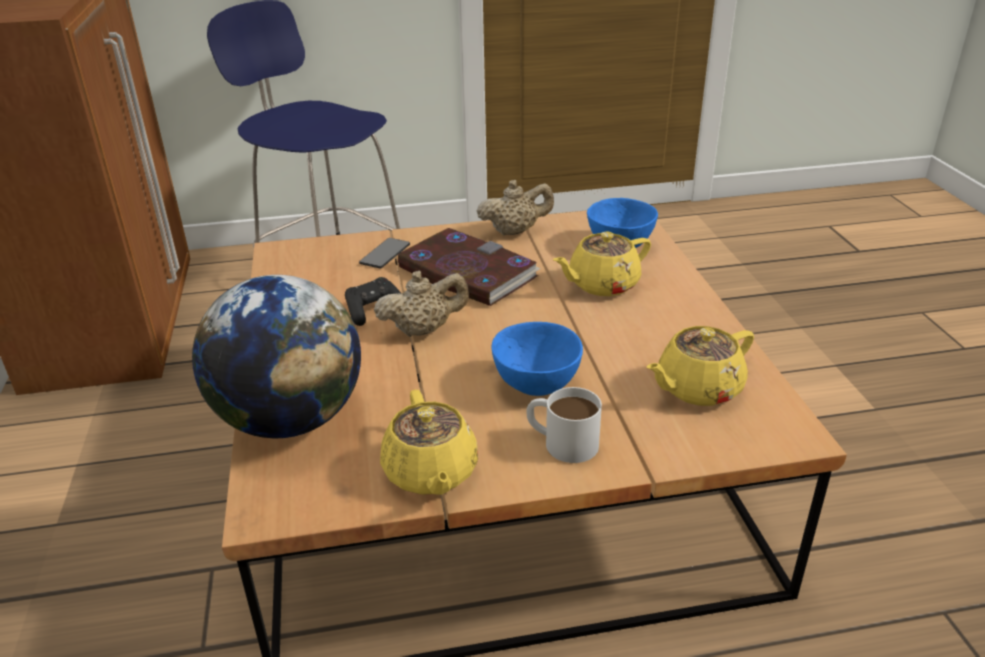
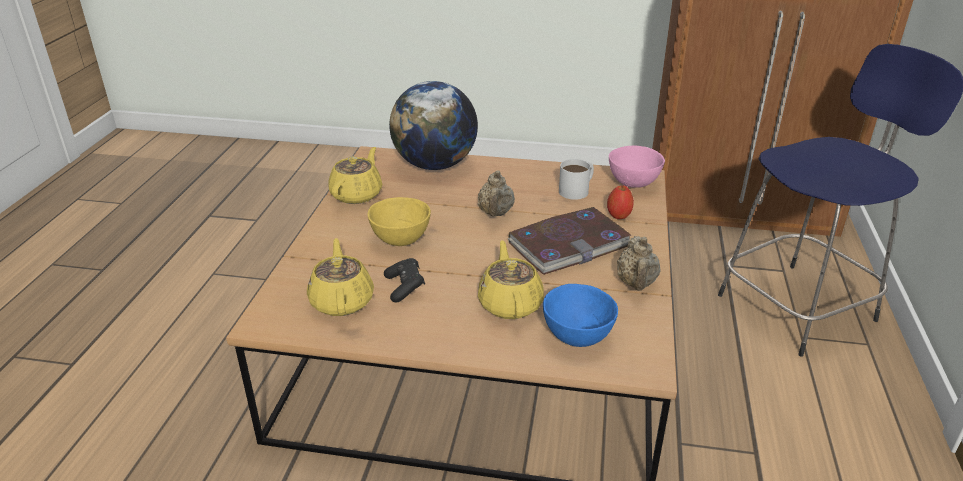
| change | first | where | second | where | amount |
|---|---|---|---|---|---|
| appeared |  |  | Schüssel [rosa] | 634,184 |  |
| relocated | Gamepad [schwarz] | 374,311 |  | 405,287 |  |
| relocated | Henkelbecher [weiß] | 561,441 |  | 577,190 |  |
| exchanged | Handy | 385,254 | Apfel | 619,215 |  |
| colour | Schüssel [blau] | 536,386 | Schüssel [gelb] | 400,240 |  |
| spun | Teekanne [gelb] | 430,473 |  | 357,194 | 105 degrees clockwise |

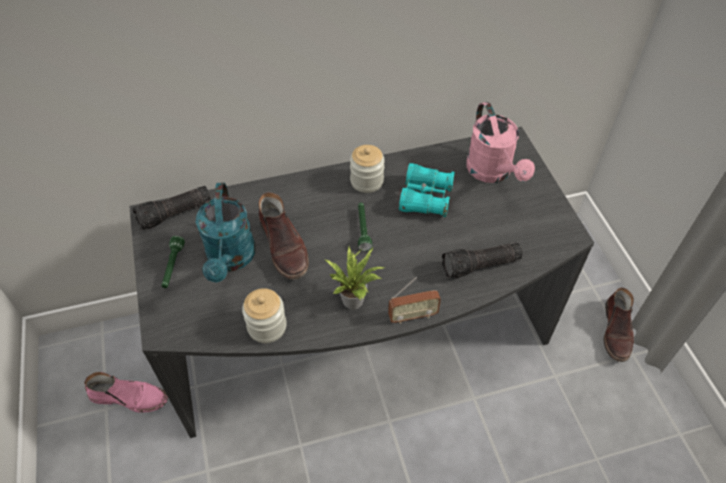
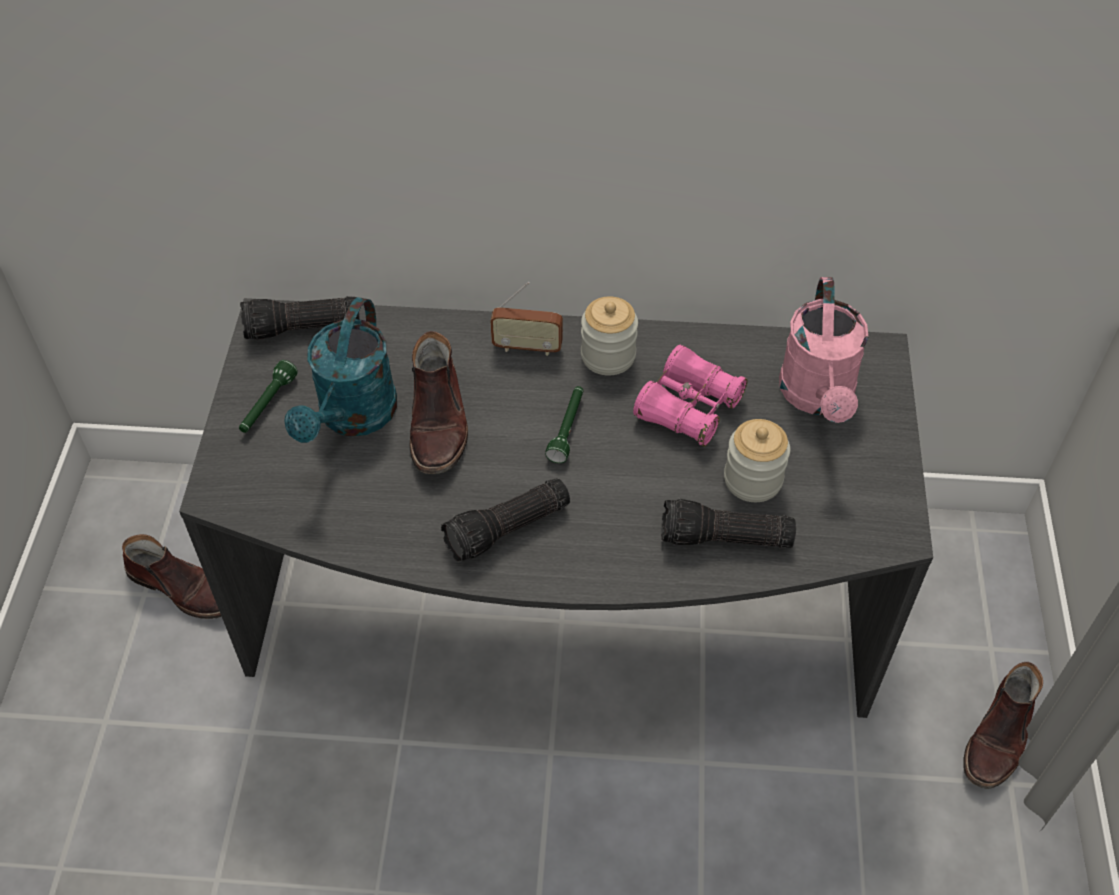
| change | first | where | second | where | amount |
|---|---|---|---|---|---|
| relocated | Vorratsglas | 267,326 |  | 753,479 |  |
| relocated | Radio | 412,316 |  | 527,347 |  |
| exchanged | Topfpflanze | 355,299 | Taschenlampe | 508,530 |  |
| colour | Stiefel [rosa] | 130,397 | Stiefel [braun] | 183,588 |  |
| colour | Fernglas [türkis] | 425,198 | Fernglas [rosa] | 688,408 |  |

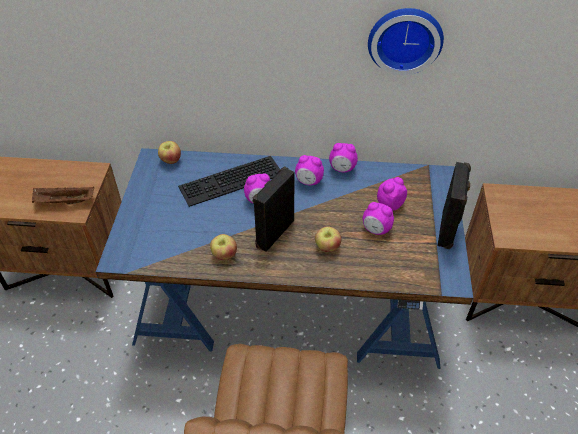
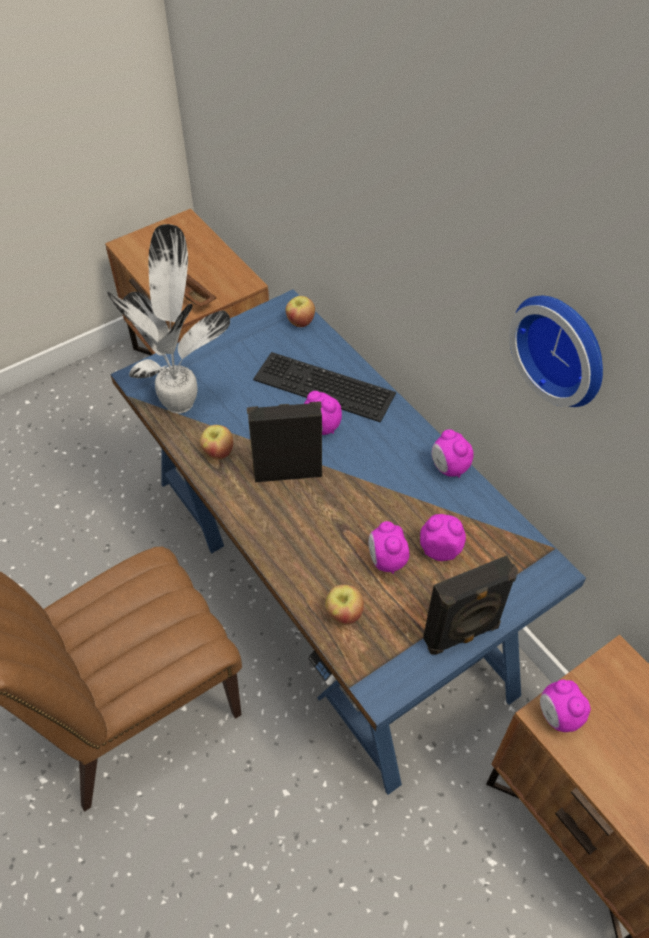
| change | first | where | second | where | amount |
|---|---|---|---|---|---|
| appeared |  |  | Topfpflanze | 181,400 |  |
| relocated | Wecker | 309,182 |  | 558,716 |  |
| relocated | Apfel | 327,247 |  | 344,613 |  |

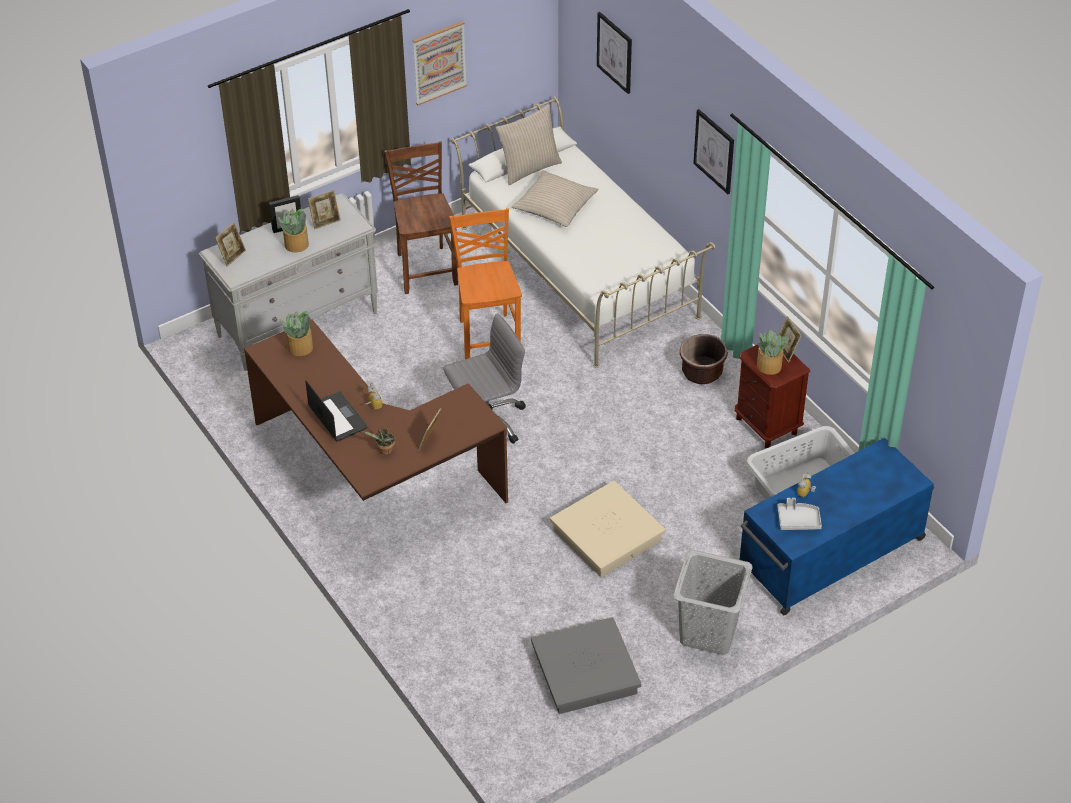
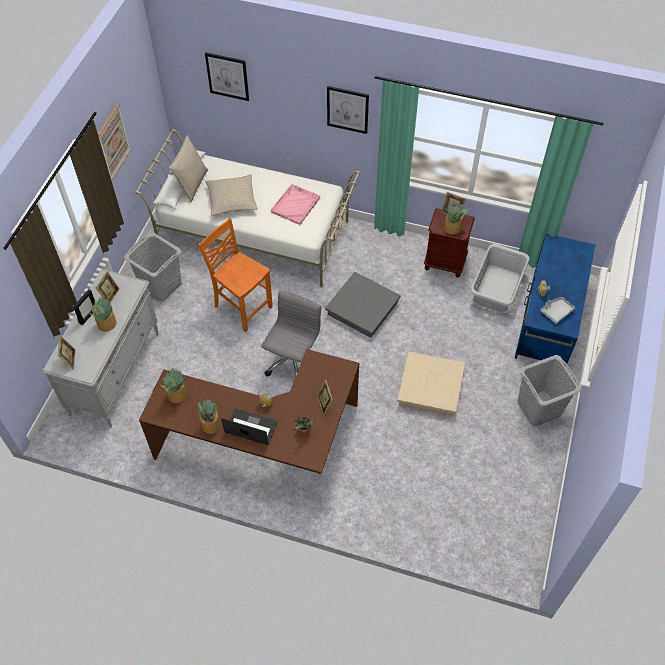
| change | first | where | second | where | amount |
|---|---|---|---|---|---|
| missing | Pflanzkübel [braun] | 702,373 |  |  |  |
| appeared |  |  | Topfpflanze | 210,425 |  |
| appeared |  |  | Tablett [rosa] | 296,204 |  |
| relocated | Aufbewahrungsbox [grau] | 584,672 |  | 362,308 |  |
| exchanged | Stuhl [braun] | 426,268 | Wäschekorb [grau] | 161,285 |  |

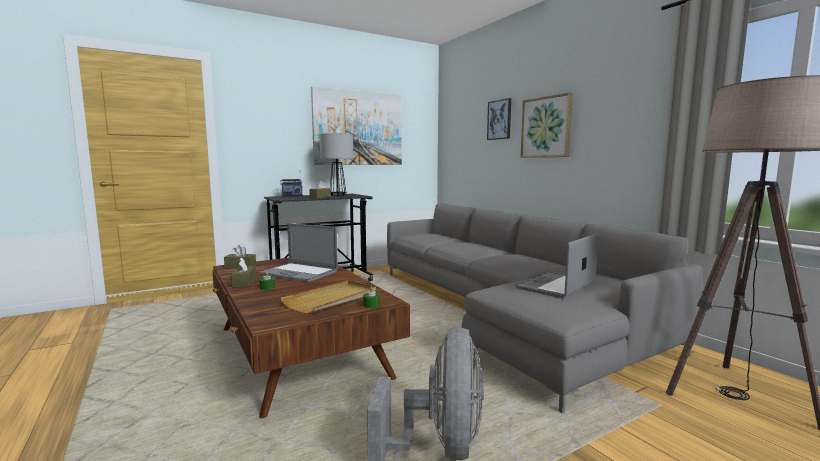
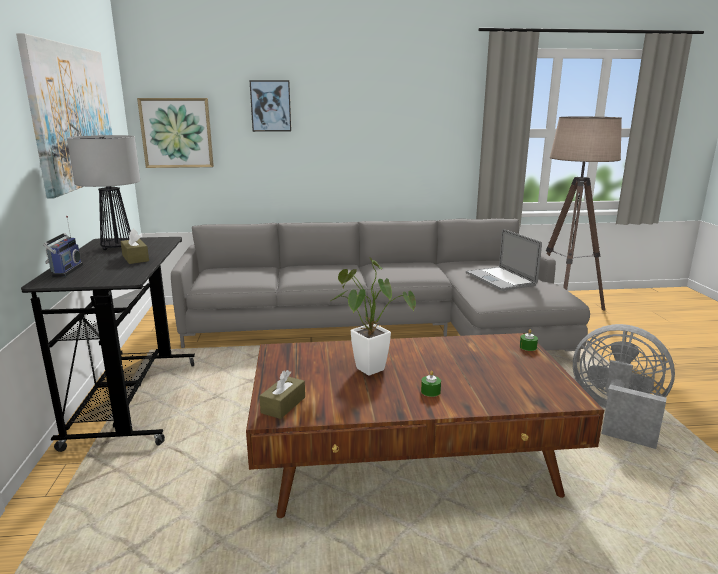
| change | first | where | second | where | amount |
|---|---|---|---|---|---|
| missing | Taschentuchbox [braun] | 244,282 |  |  |  |
| missing | Tablett [beige] | 332,299 |  |  |  |
| relocated | Bild | 546,127 |  | 177,133 |  |
| exchanged | Laptop | 298,272 | Topfpflanze | 366,367 |  |

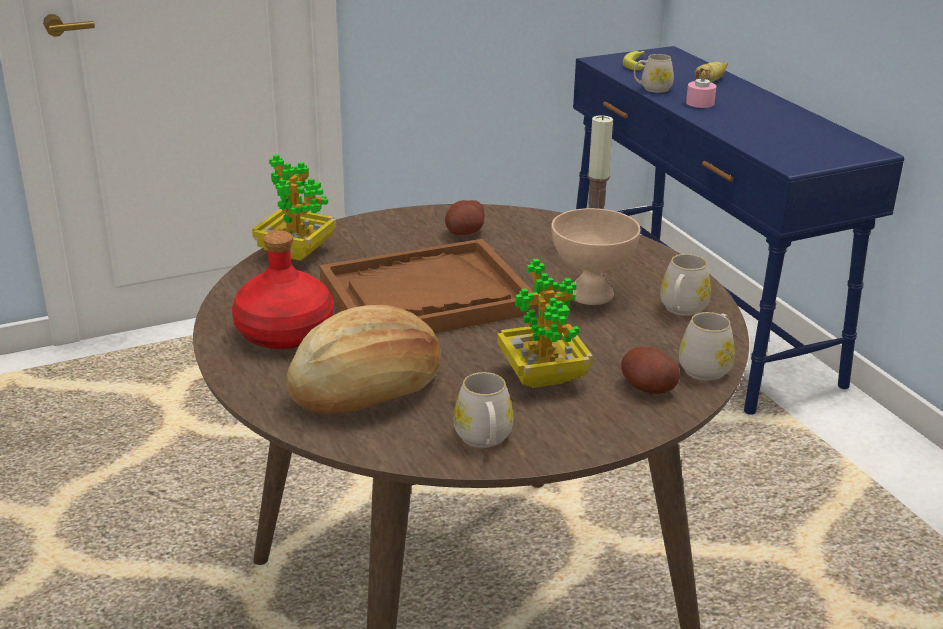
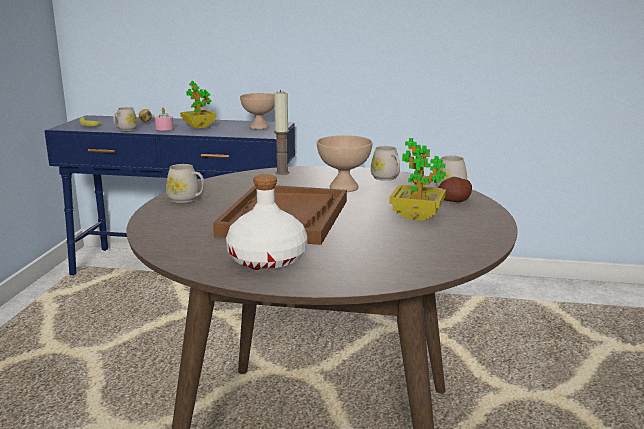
| change | first | where | second | where | amount |
|---|---|---|---|---|---|
| missing | Brot | 368,390 |  |  |  |
| missing | Kartoffel | 465,232 |  |  |  |
| appeared |  |  | Schüssel [beige] | 259,127 |  |
| relocated | Topfpflanze | 296,252 |  | 199,126 |  |
| relocated | Henkelbecher [weiß] | 484,439 |  | 187,199 |  |
| colour | Flasche [rot] | 284,333 | Flasche [weiß] | 267,260 |  |

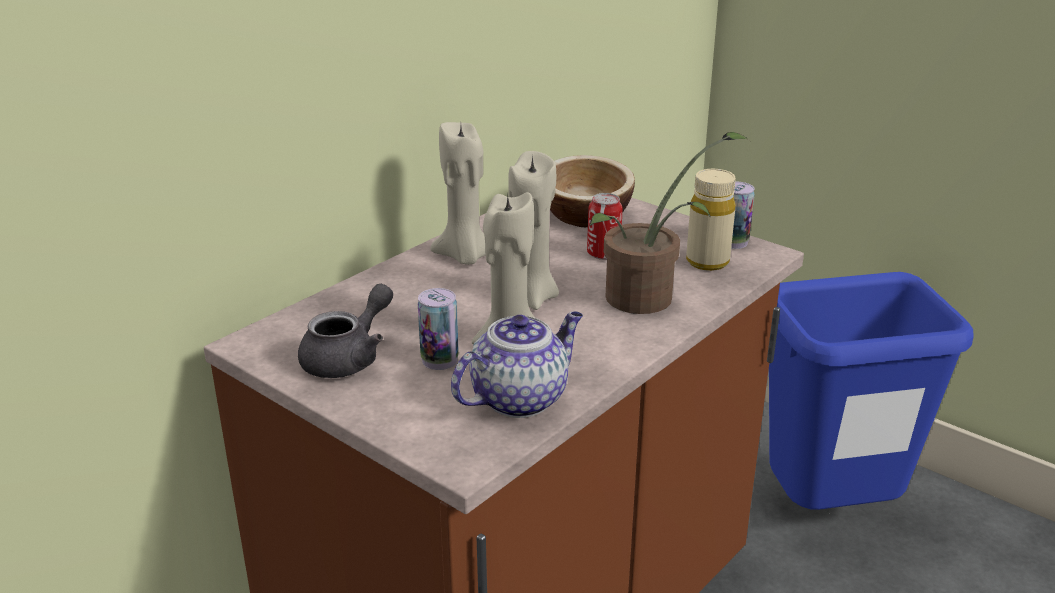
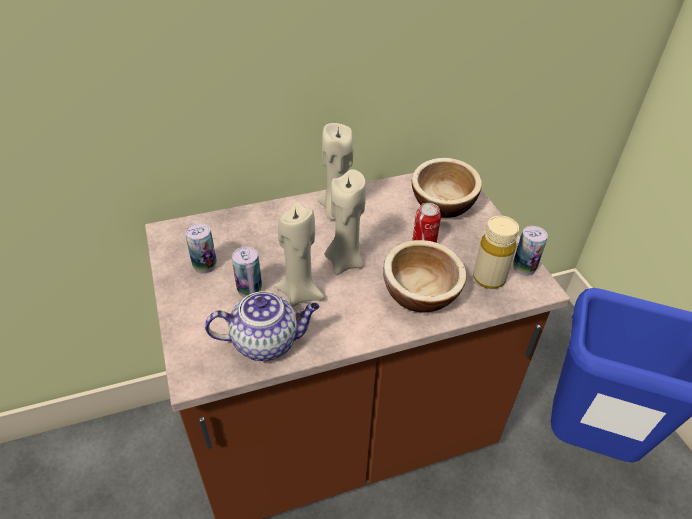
| change | first | where | second | where | amount |
|---|---|---|---|---|---|
| exchanged | Teekanne [grau] | 349,358 | Dose | 205,265 |  |
| exchanged | Topfpflanze | 649,297 | Schüssel | 420,294 |  |

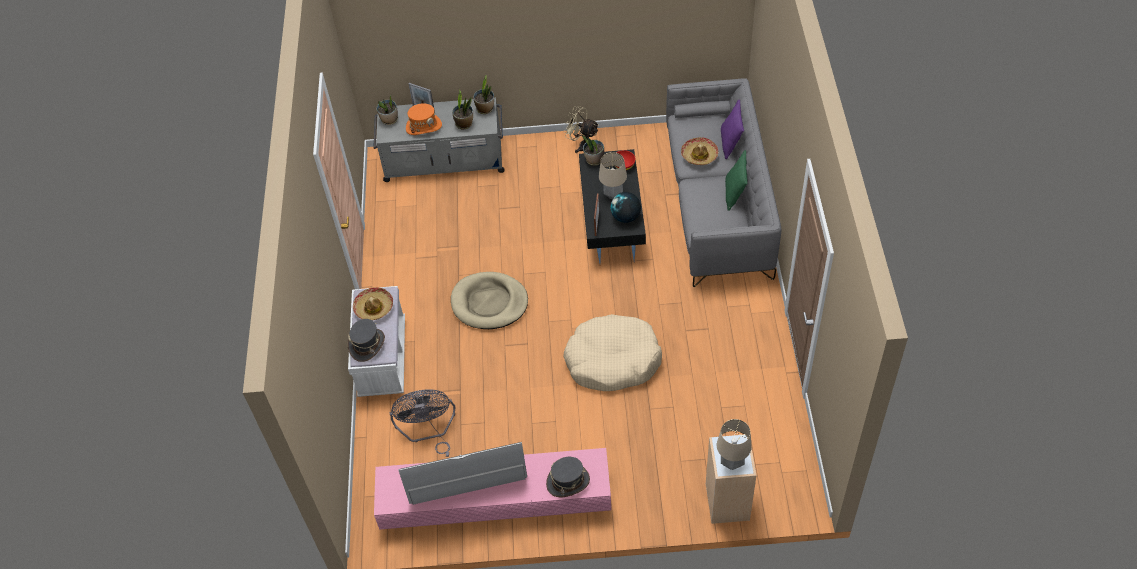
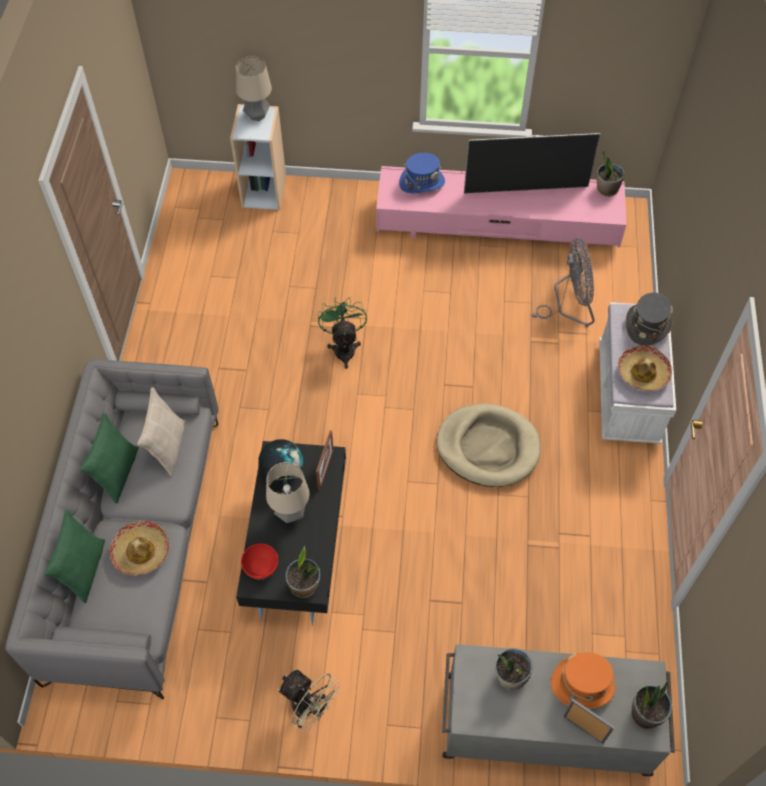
| change | first | where | second | where | amount |
|---|---|---|---|---|---|
| appeared |  |  | Kissen [beige] | 168,447 |  |
| relocated | Topfpflanze | 485,109 |  | 606,189 |  |
| exchanged | Hundebett [beige] | 612,360 | Ventilator [grün] | 344,347 |  |
| colour | Hut [grau] | 568,482 | Hut [blau] | 422,182 |  |
| colour | Kissen [lila] | 730,143 | Kissen [grün] | 84,569 |  |
| spun | Ventilator [grau] | 429,431 |  | 567,301 | 90 degrees counterclockwise |

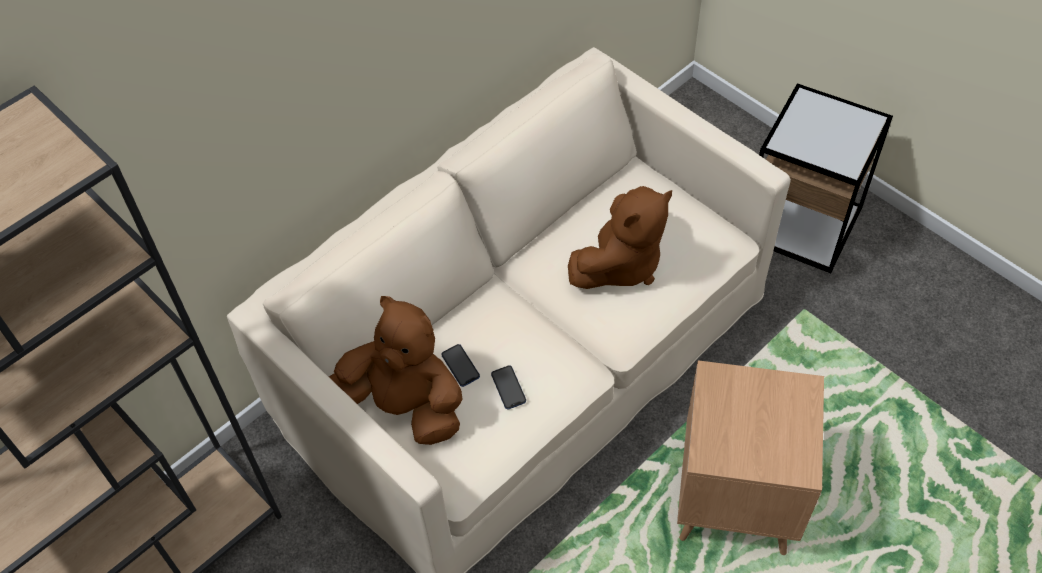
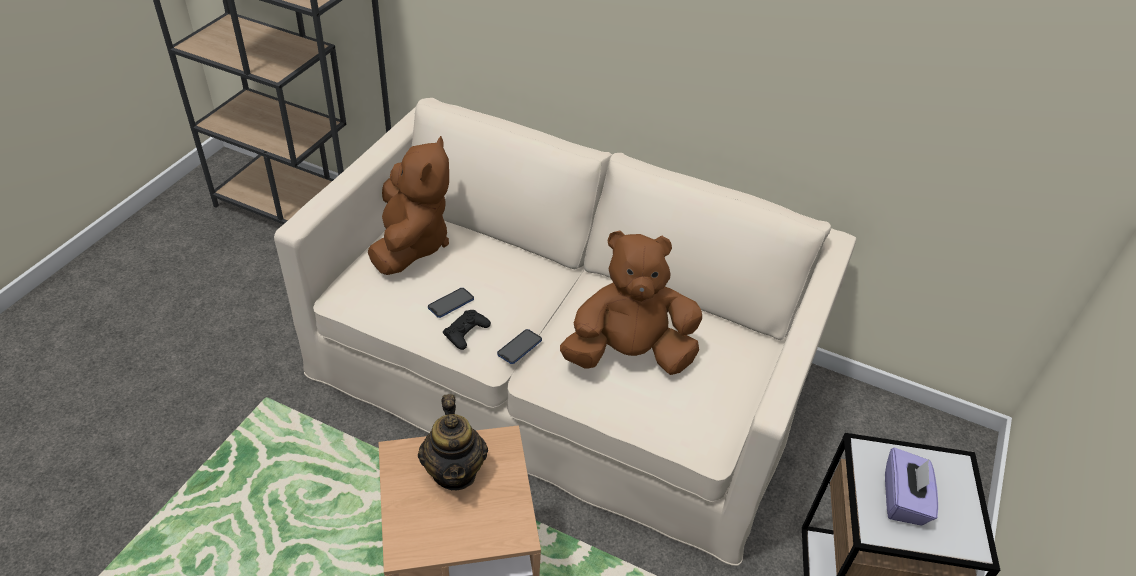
| change | first | where | second | where | amount |
|---|---|---|---|---|---|
| appeared |  |  | Teekanne | 455,471 |  |
| appeared |  |  | Gamepad [schwarz] | 466,332 |  |
| appeared |  |  | Taschentuchbox [lila] | 903,500 |  |
| relocated | Handy | 460,366 |  | 519,347 |  |
| spun | Plüschtier [braun] | 621,264 |  | 629,354 | 150 degrees clockwise |

